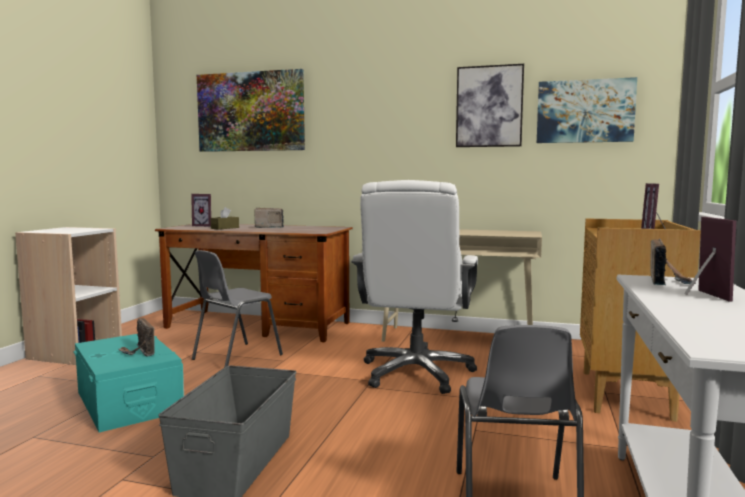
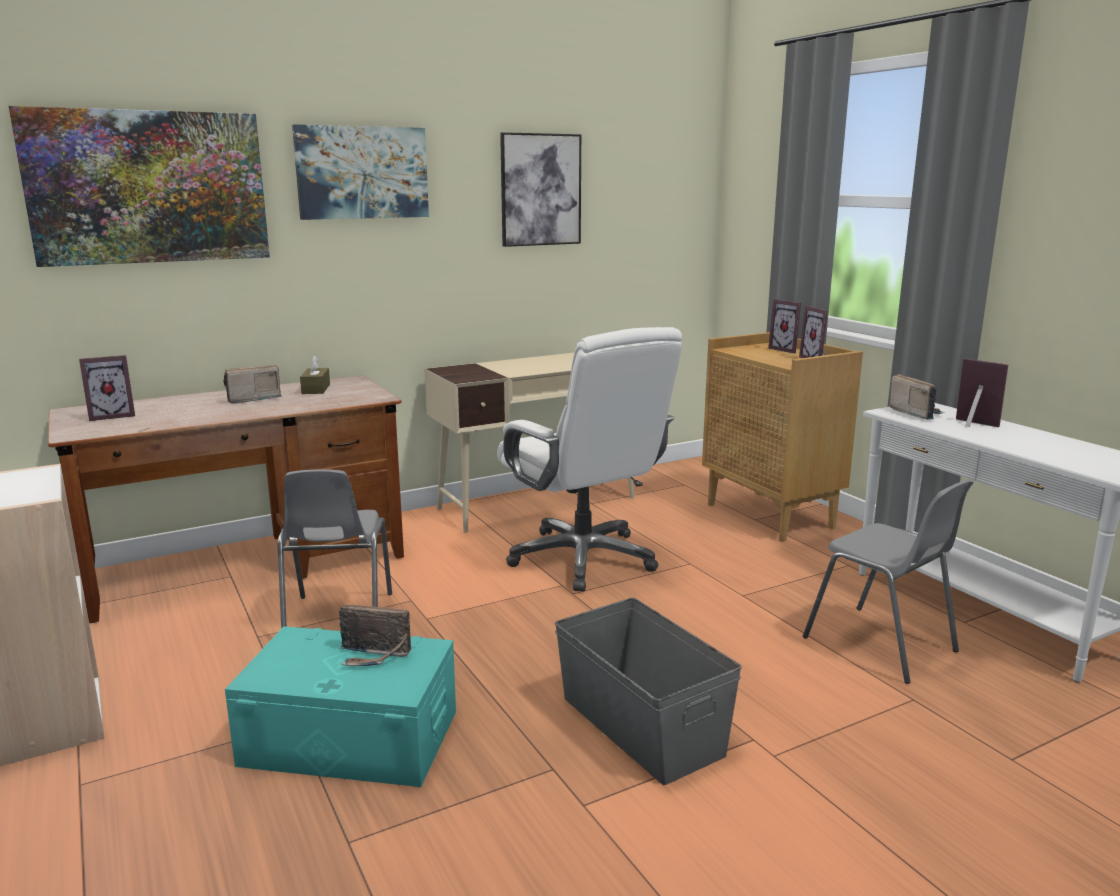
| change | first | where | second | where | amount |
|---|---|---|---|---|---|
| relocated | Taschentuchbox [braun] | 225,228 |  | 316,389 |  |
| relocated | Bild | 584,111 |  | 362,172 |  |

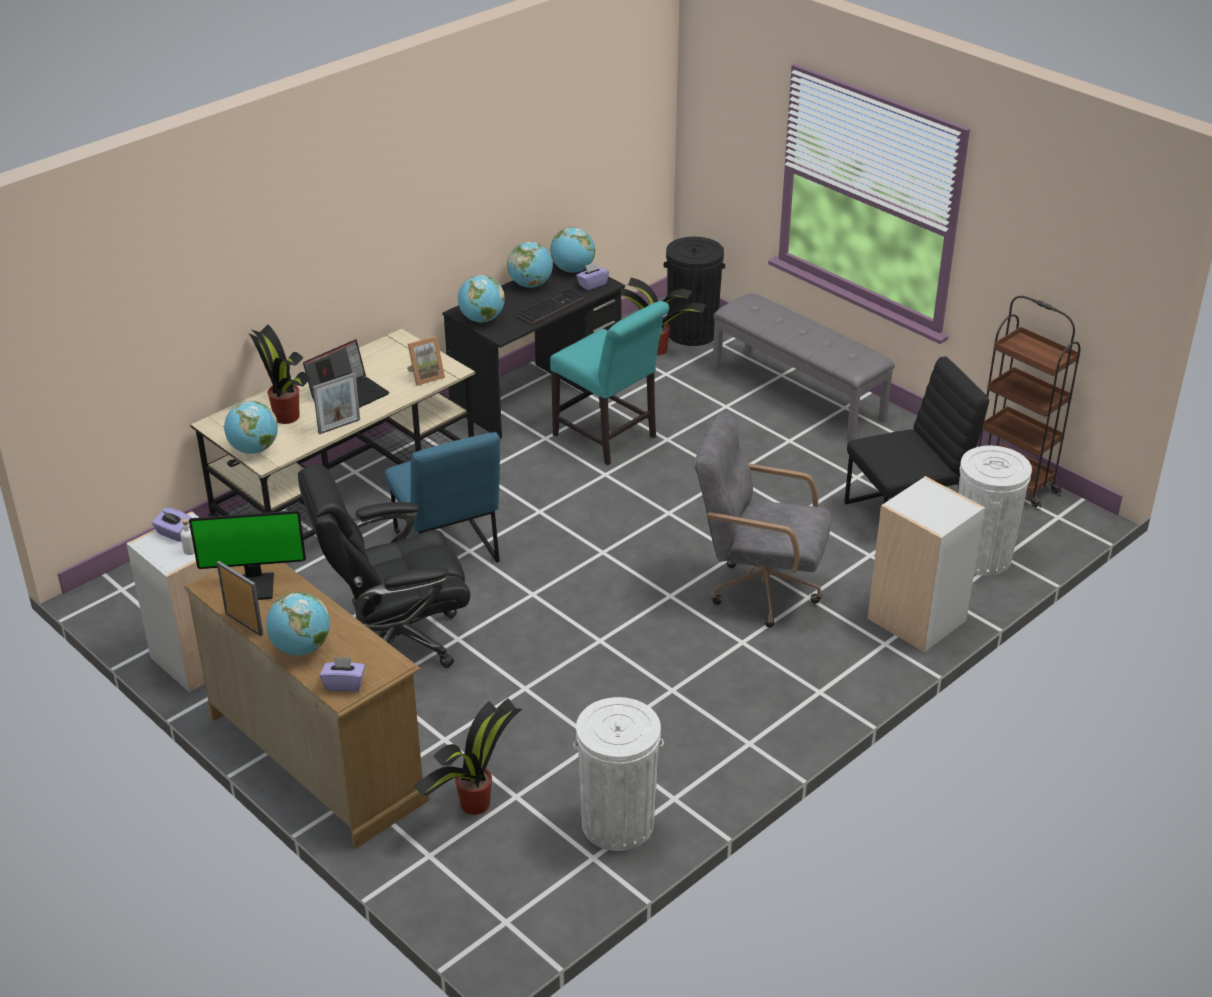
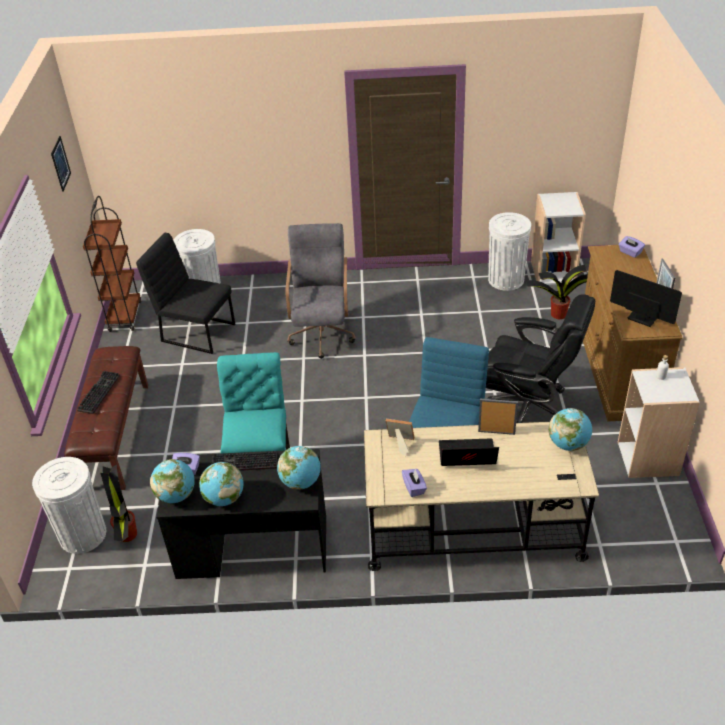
| change | first | where | second | where | amount |
|---|---|---|---|---|---|
| missing | Topfpflanze | 286,416 |  |  |  |
| missing | Globus | 301,648 |  |  |  |
| appeared |  |  | Bild | 60,163 |  |
| appeared |  |  | Tastatur | 98,392 |  |
| relocated | Taschentuchbox [lila] | 174,533 |  | 414,488 |  |
| relocated | Bücherregal | 916,620 |  | 553,272 |  |
| colour | Mülleimer [schwarz] | 692,332 | Mülleimer [weiß] | 82,534 |  |
| colour | Bank [grau] | 798,394 | Bank [braun] | 115,435 |  |
| spun | Bürostuhl [grau] | 758,591 |  | 322,334 | 150 degrees counterclockwise |

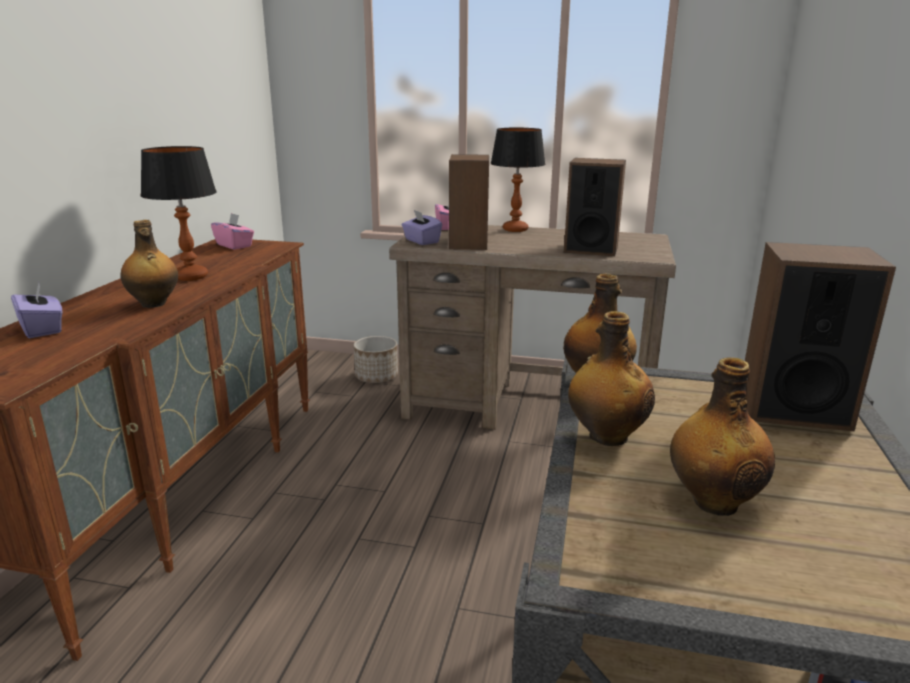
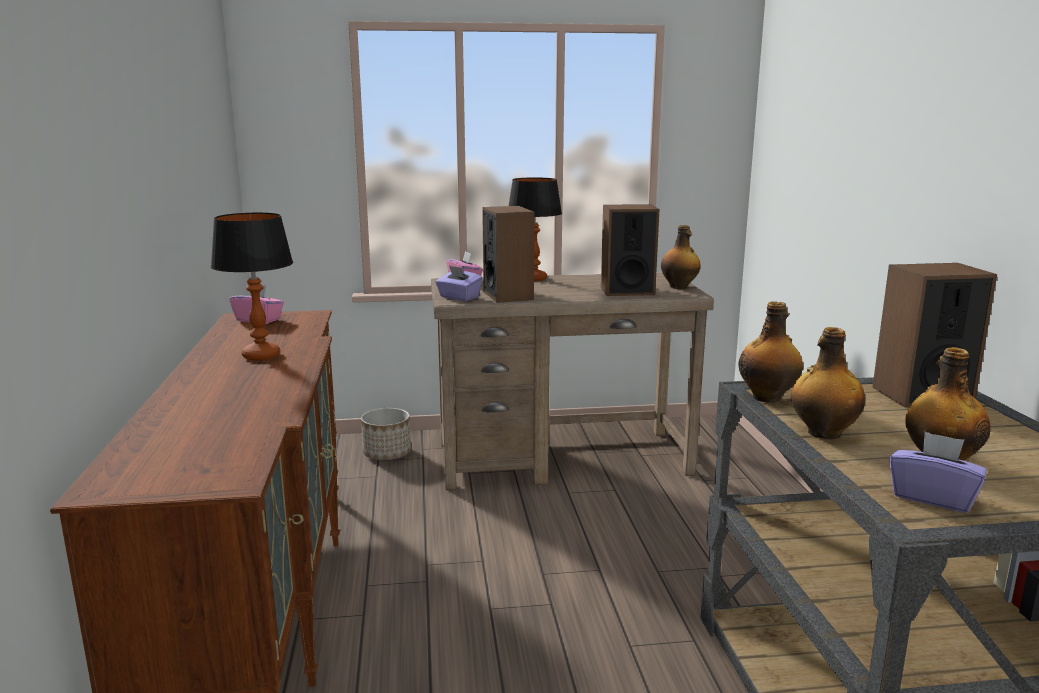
| change | first | where | second | where | amount |
|---|---|---|---|---|---|
| relocated | Taschentuchbox [lila] | 42,329 |  | 933,497 |  |
| relocated | Flasche | 154,304 |  | 679,287 |  |

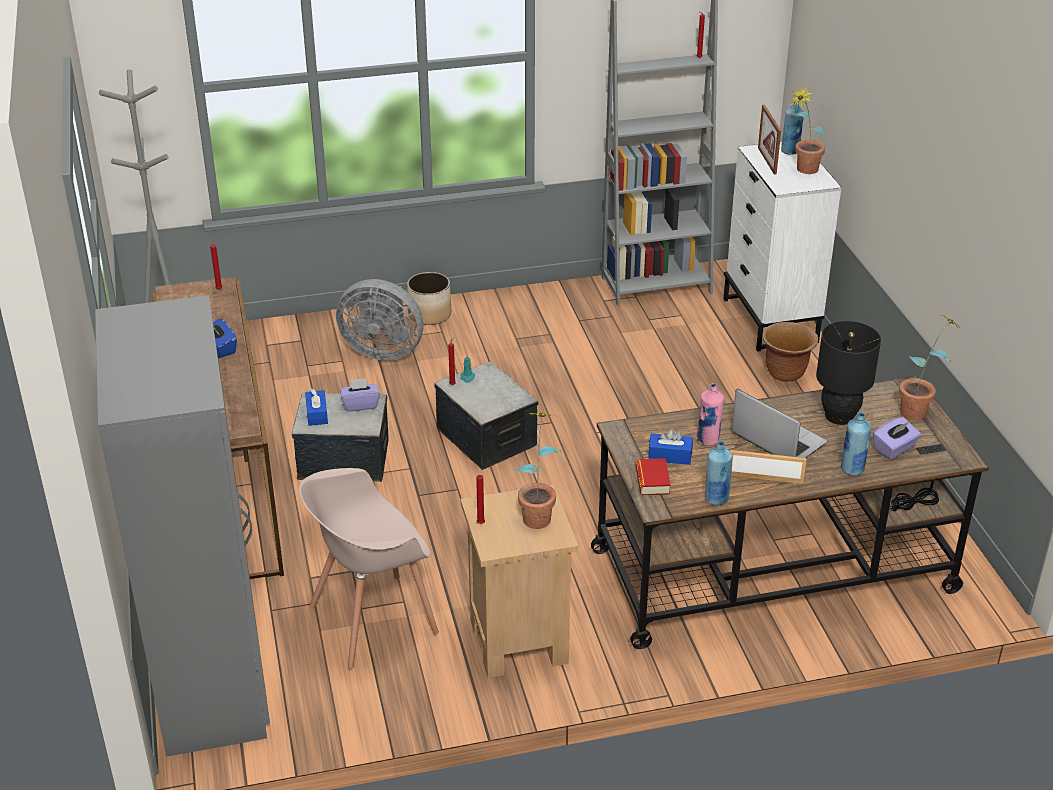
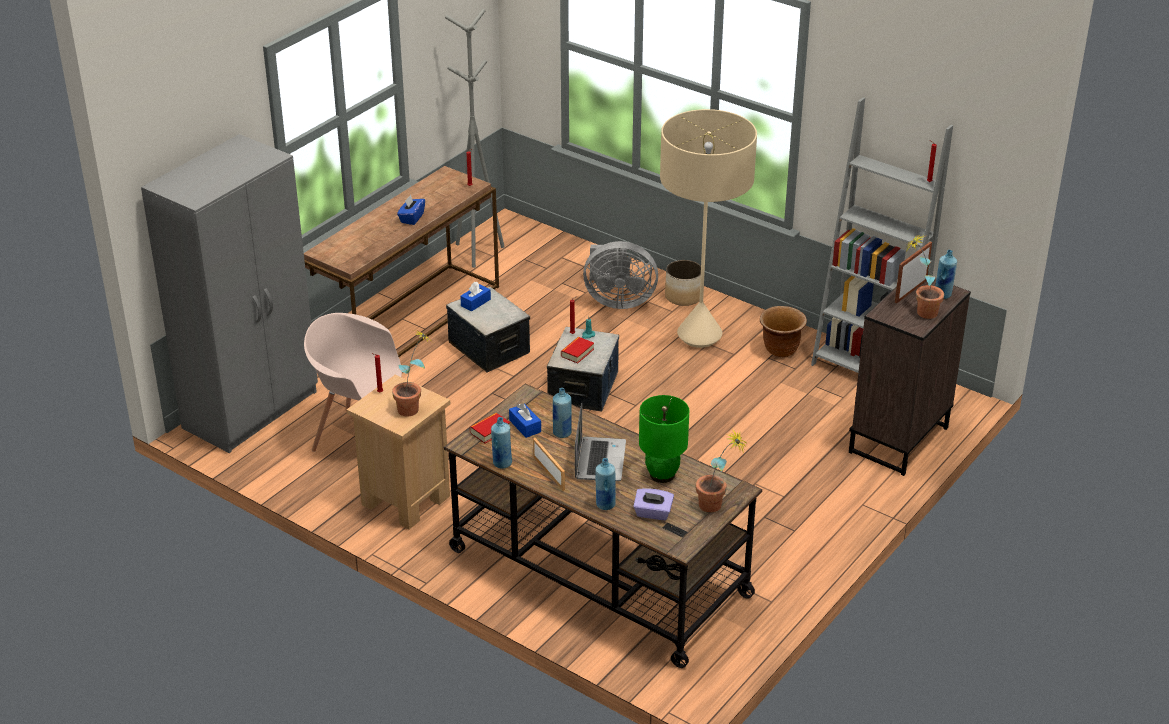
| change | first | where | second | where | amount |
|---|---|---|---|---|---|
| missing | Taschentuchbox [lila] | 360,405 |  |  |  |
| appeared |  |  | Buch | 577,353 |  |
| appeared |  |  | Stehlampe [beige] | 699,337 |  |
| relocated | Pflanzkübel [braun] | 786,373 |  | 781,350 |  |
| colour | Flasche [rosa] | 708,440 | Flasche [blau] | 562,433 |  |
| colour | Kommode [weiß] | 770,321 | Kommode [braun] | 898,440 |  |
| colour | Tischlampe [schwarz] | 839,416 | Tischlampe [grün] | 662,475 |  |
| spun | Ventilator [grau] | 382,350 |  | 618,300 | 60 degrees counterclockwise |

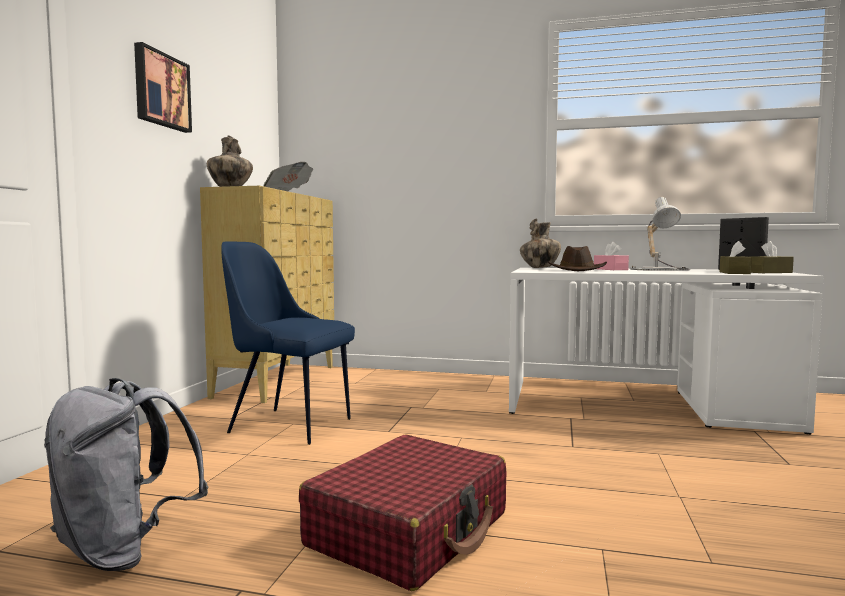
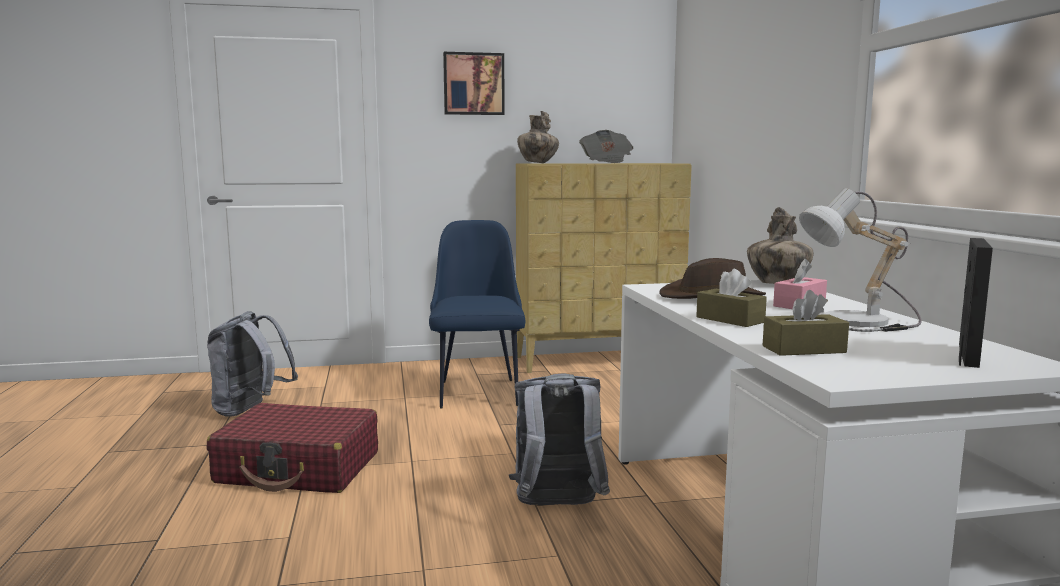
| change | first | where | second | where | amount |
|---|---|---|---|---|---|
| appeared |  |  | Rucksack [grau] | 557,507 |  |
| relocated | Taschentuchbox [braun] | 769,272 |  | 730,320 |  |

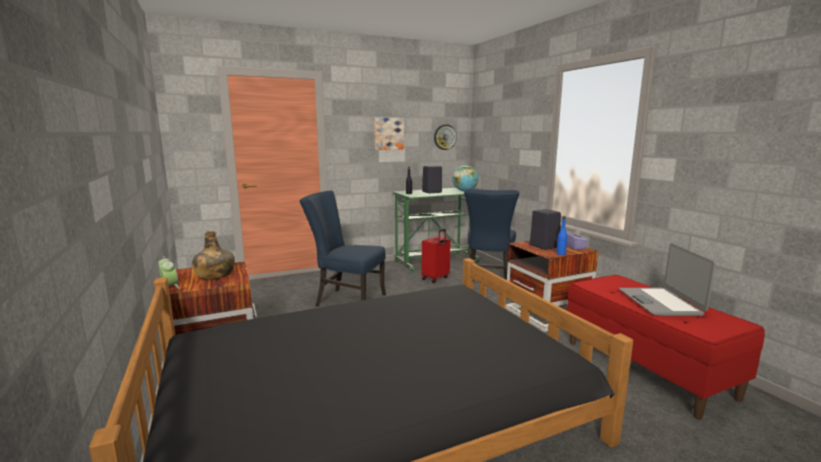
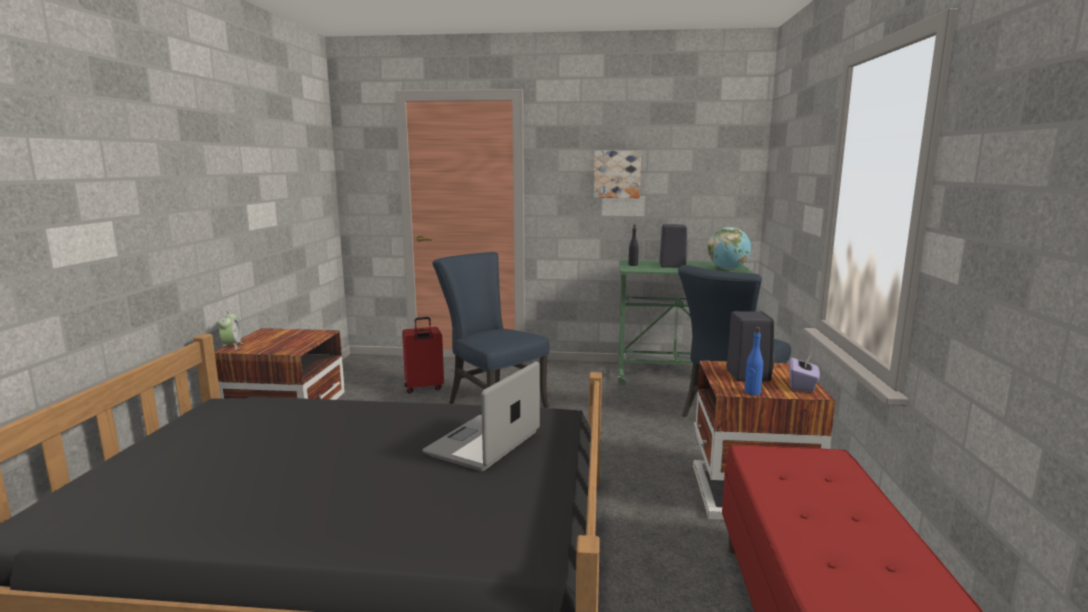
| change | first | where | second | where | amount |
|---|---|---|---|---|---|
| missing | Flasche [grün] | 214,275 |  |  |  |
| missing | Wanduhr | 445,137 |  |  |  |
| relocated | Koffer [rot] | 436,278 |  | 424,388 |  |
| relocated | Laptop | 660,302 |  | 484,444 |  |

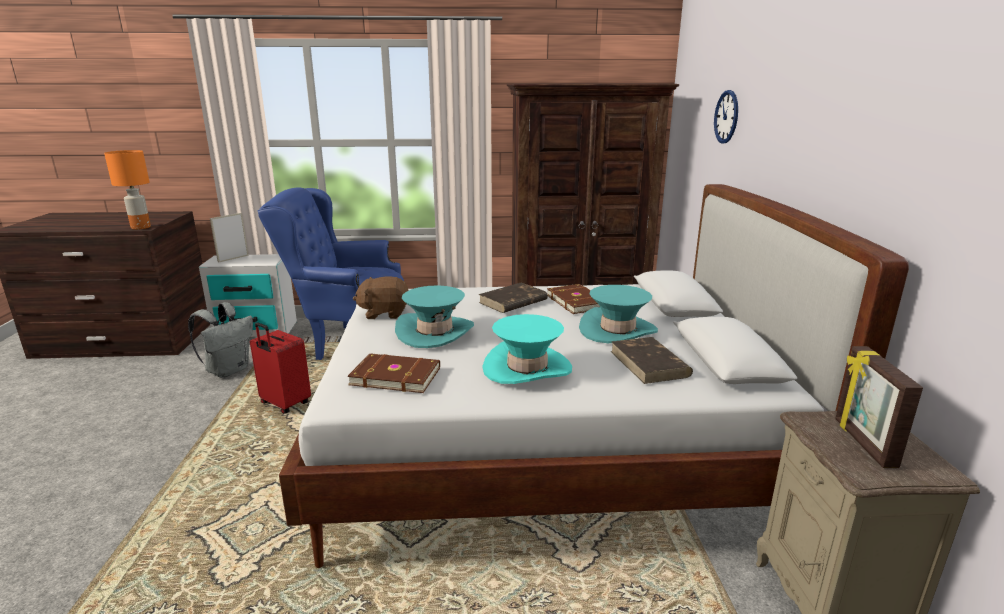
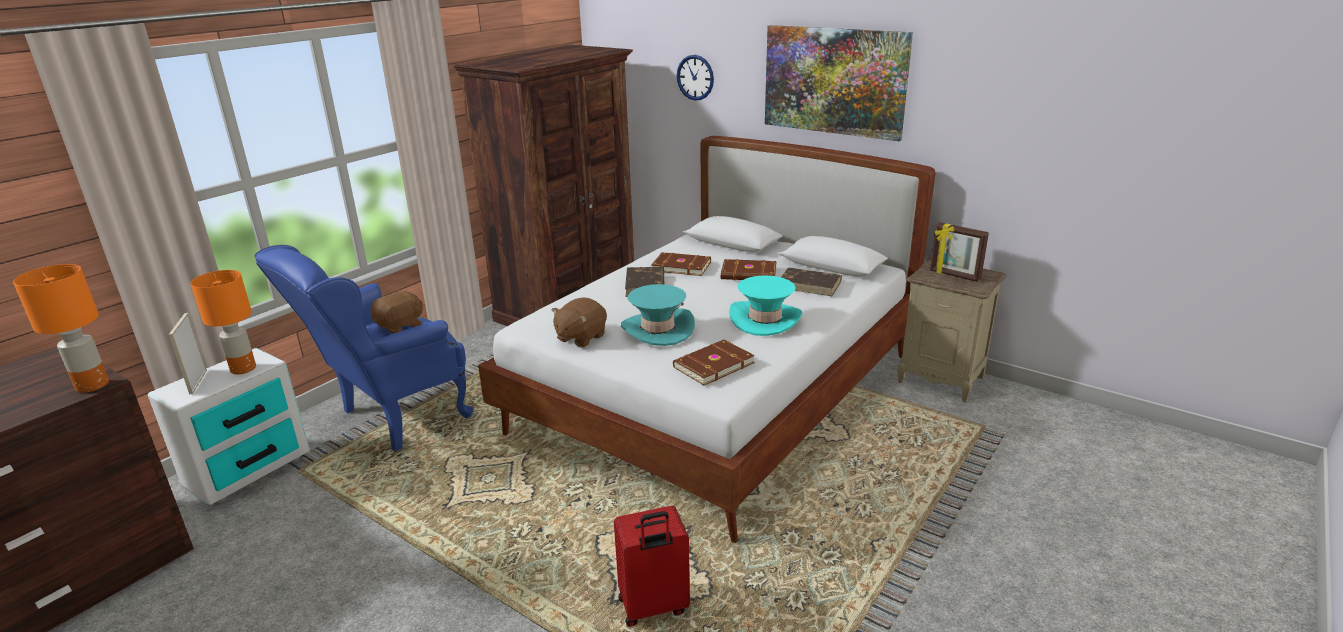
| change | first | where | second | where | amount |
|---|---|---|---|---|---|
| missing | Rucksack [grau] | 229,370 |  |  |  |
| appeared |  |  | Tischlampe [orange] | 244,368 |  |
| appeared |  |  | Plüschtier [braun] | 400,326 |  |
| appeared |  |  | Bild | 834,81 |  |
| relocated | Koffer [rot] | 284,404 |  | 653,607 |  |
| exchanged | Hut [türkis] | 617,330 | Buch [braun] | 749,274 |  |

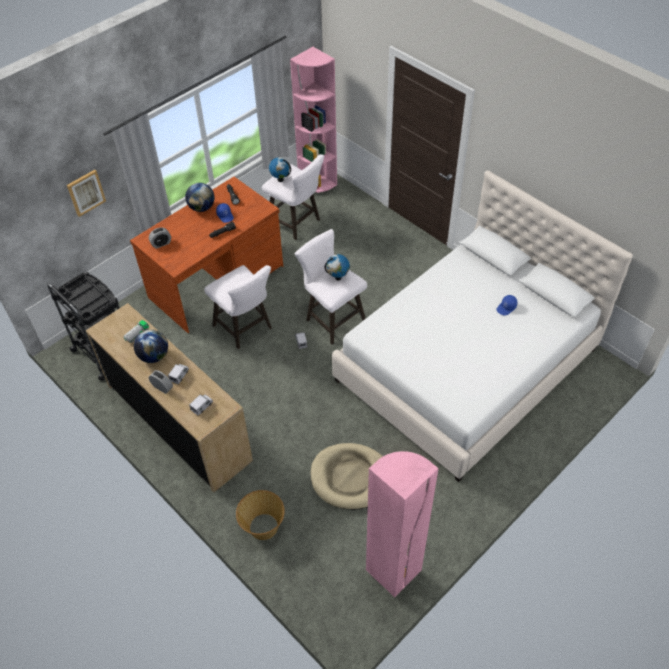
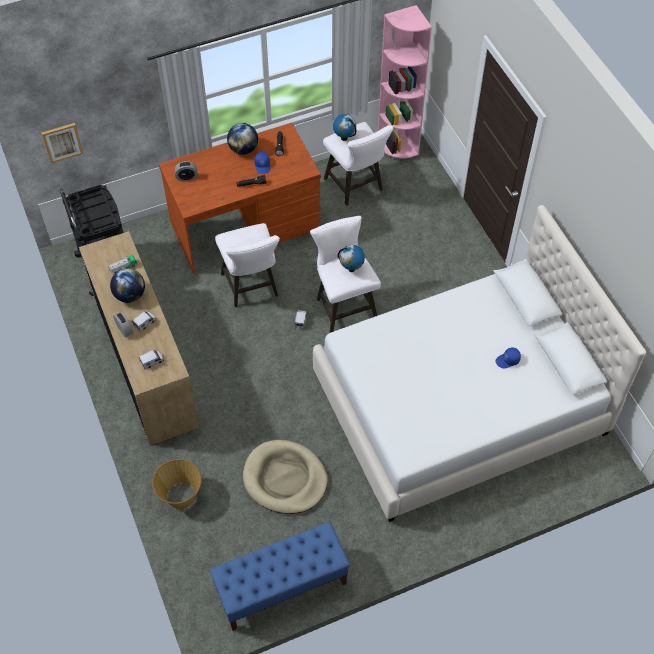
| change | first | where | second | where | amount |
|---|---|---|---|---|---|
| relocated | Bild | 86,192 |  | 62,142 |  |
| exchanged | Bücherregal [rosa] | 393,574 | Bank [blau] | 281,587 |  |

